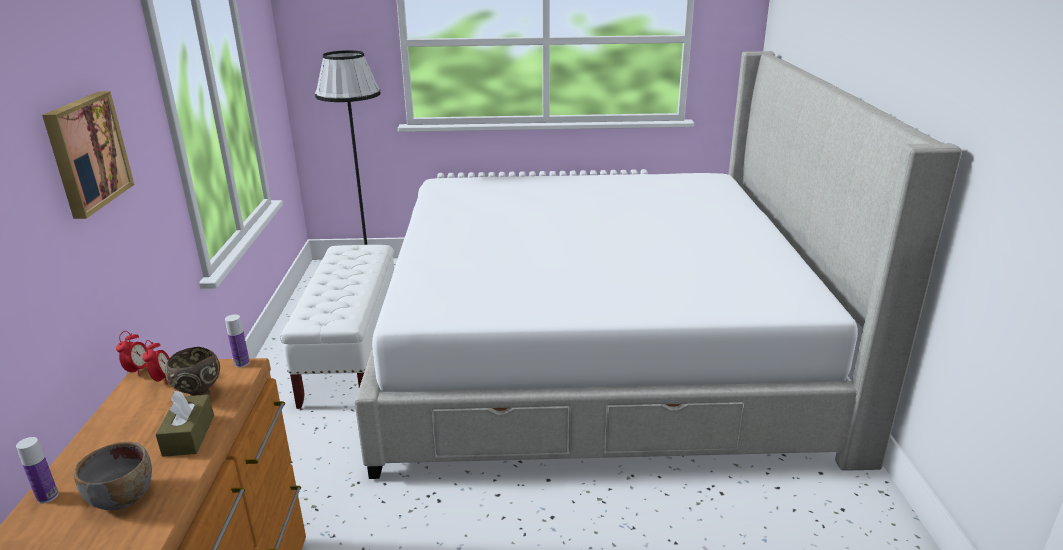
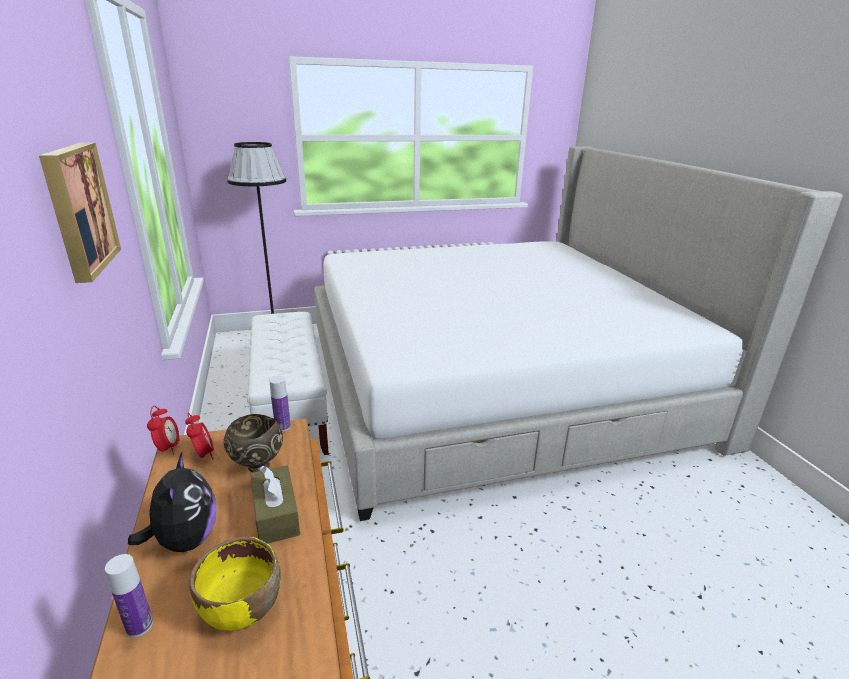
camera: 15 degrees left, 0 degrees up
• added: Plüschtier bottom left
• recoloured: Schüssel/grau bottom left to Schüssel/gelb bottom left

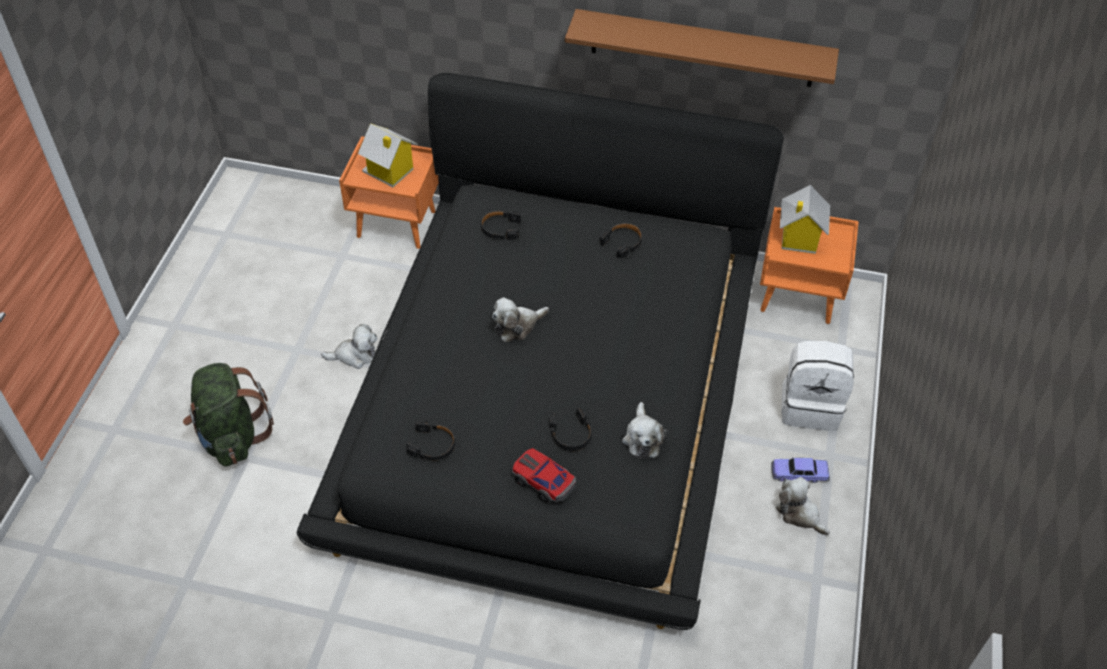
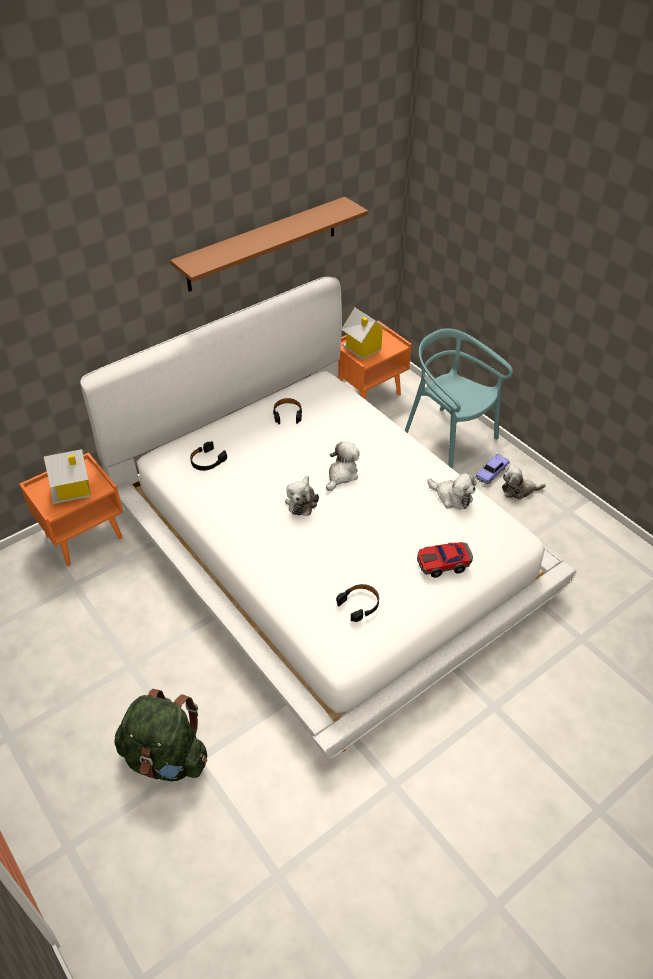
camera: 50 degrees left, 5 degrees down
• removed: Kopfhörer/schwarz (3rd from left) centre
• moved: Plüschtier (1st from left in the first image) middle left to Plüschtier (2nd from left) centre
• replaced: Rucksack/weiß middle right to Stuhl/türkis middle right
• recoloured: Bett/schwarz centre to Bett/weiß centre

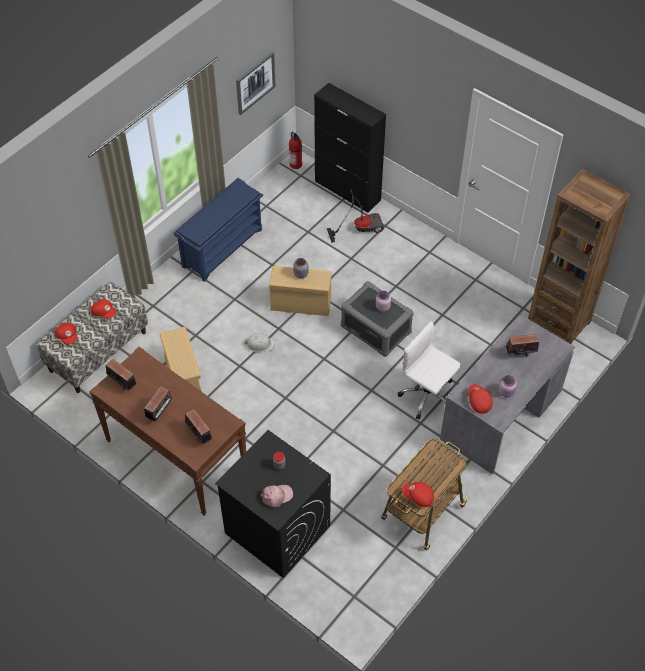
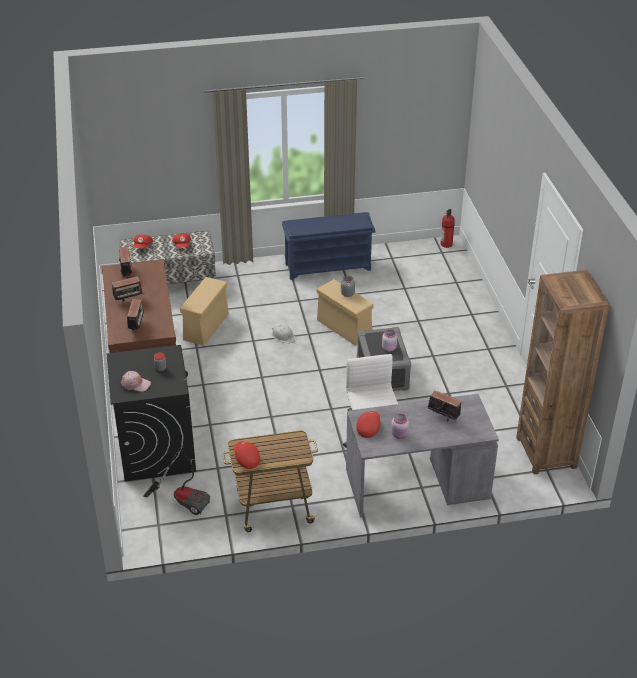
camera: 40 degrees right, 15 degrees down
• removed: Bild top centre
• removed: Schrank/schwarz top centre
• moved: Staubsauger top centre to bottom left

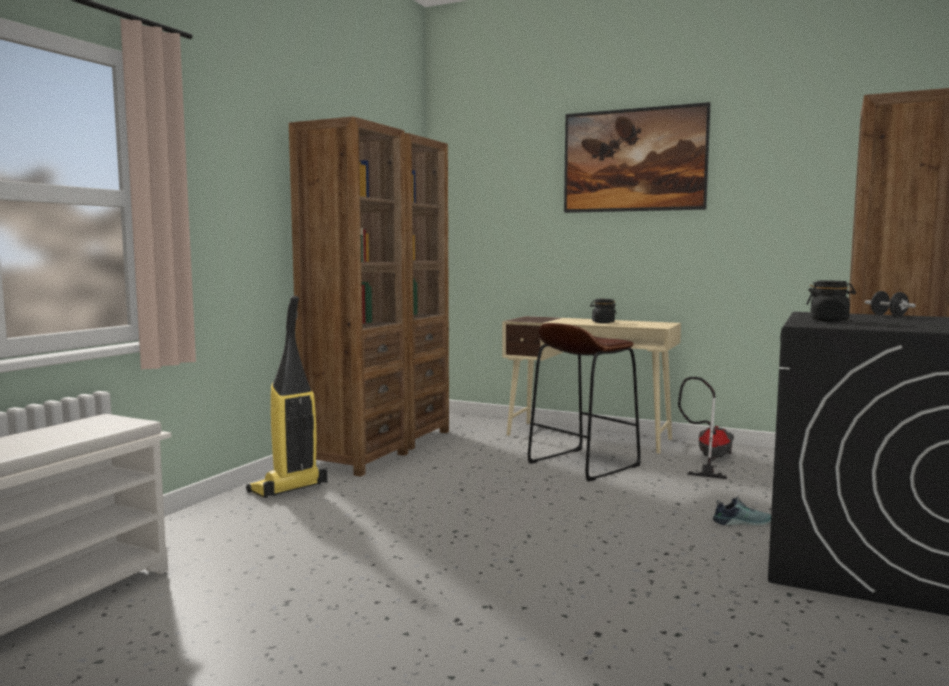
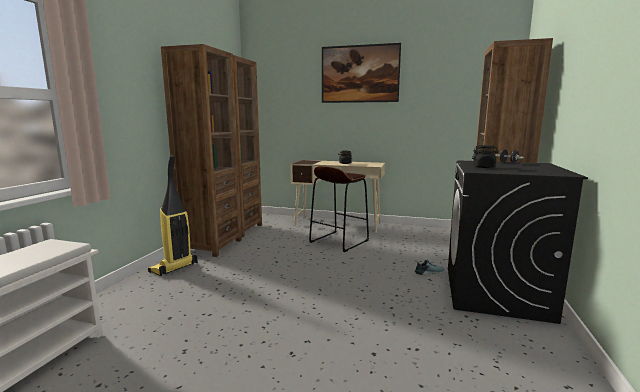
camera: 10 degrees left, 5 degrees up
• removed: Staubsauger (2nd from left) middle right

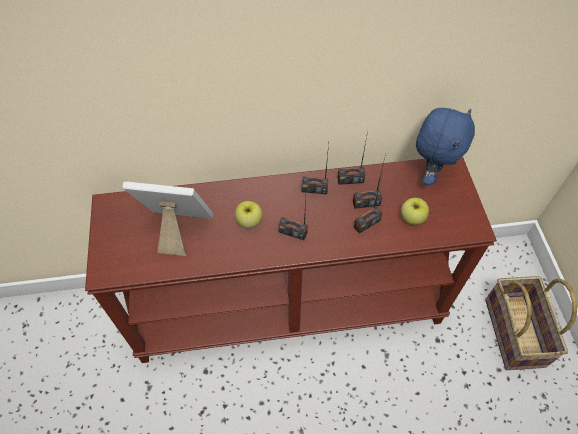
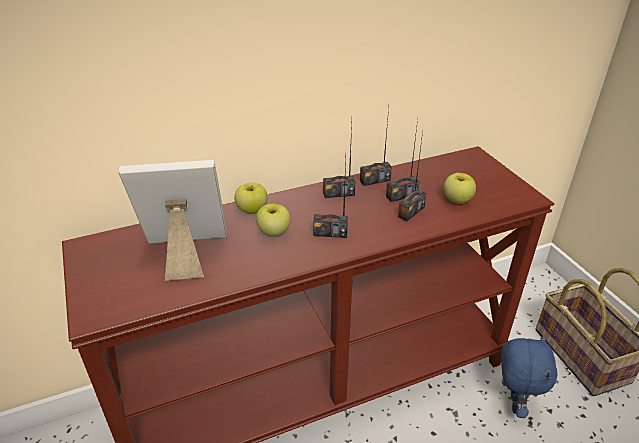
camera: 15 degrees left, 20 degrees down
• added: Apfel (1st from left) centre
• moved: Plüschtier/blau middle right to bottom right

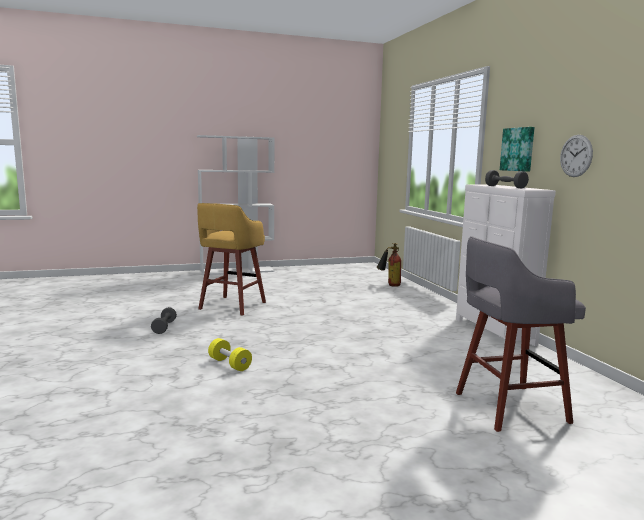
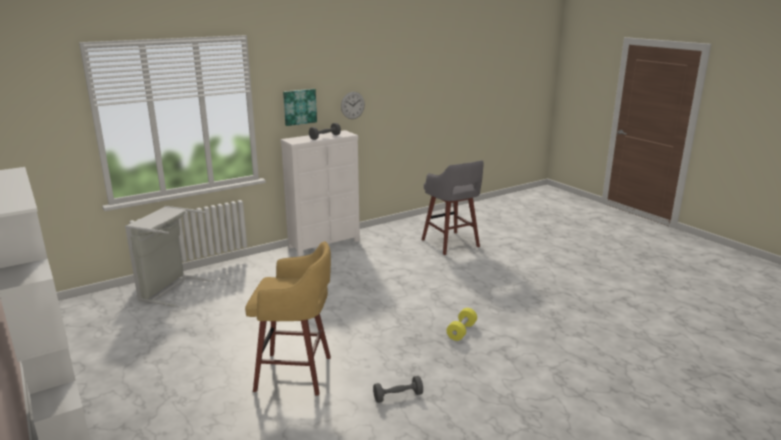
camera: 105 degrees left, 10 degrees up
• replaced: Feuerlöscher centre to Wäschekorb/grau middle left

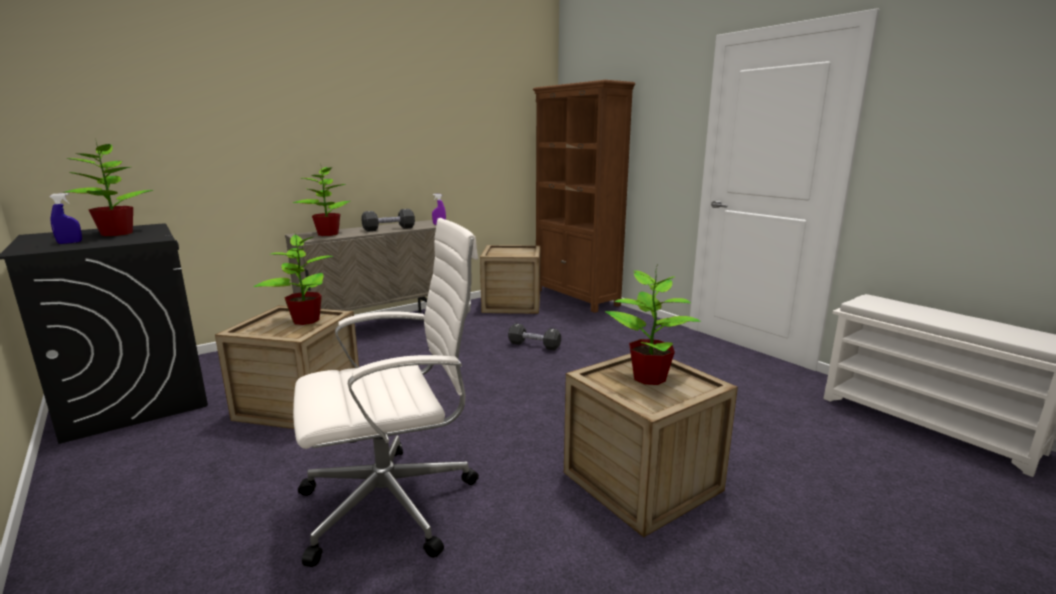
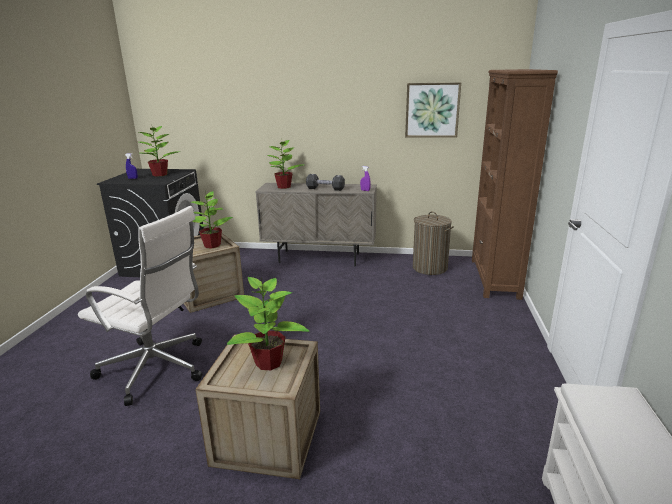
camera: 45 degrees right, 5 degrees up
• removed: Hantel/schwarz (2nd from left) centre
• added: Bild top centre
• replaced: Kiste (2nd from left) centre to Wäschekorb centre

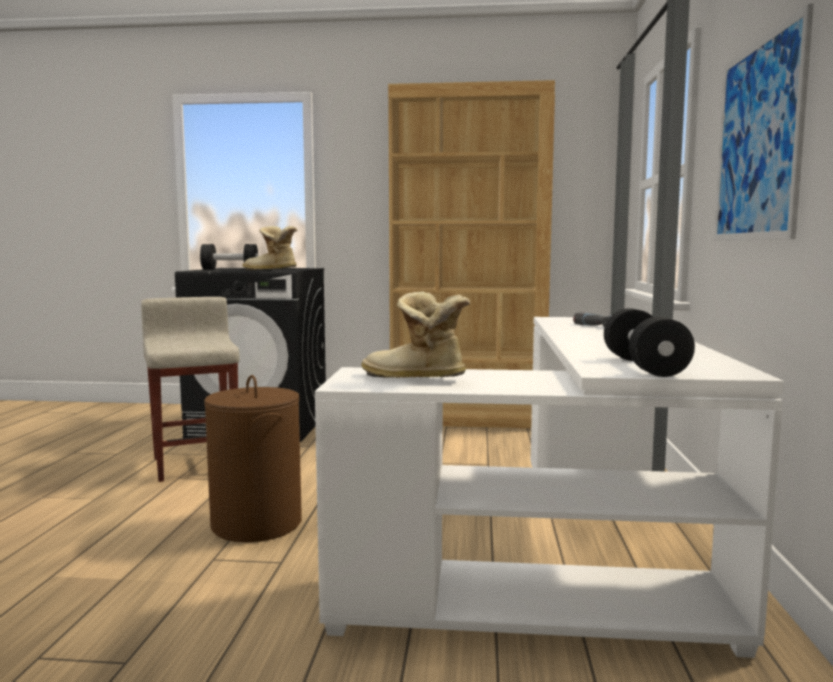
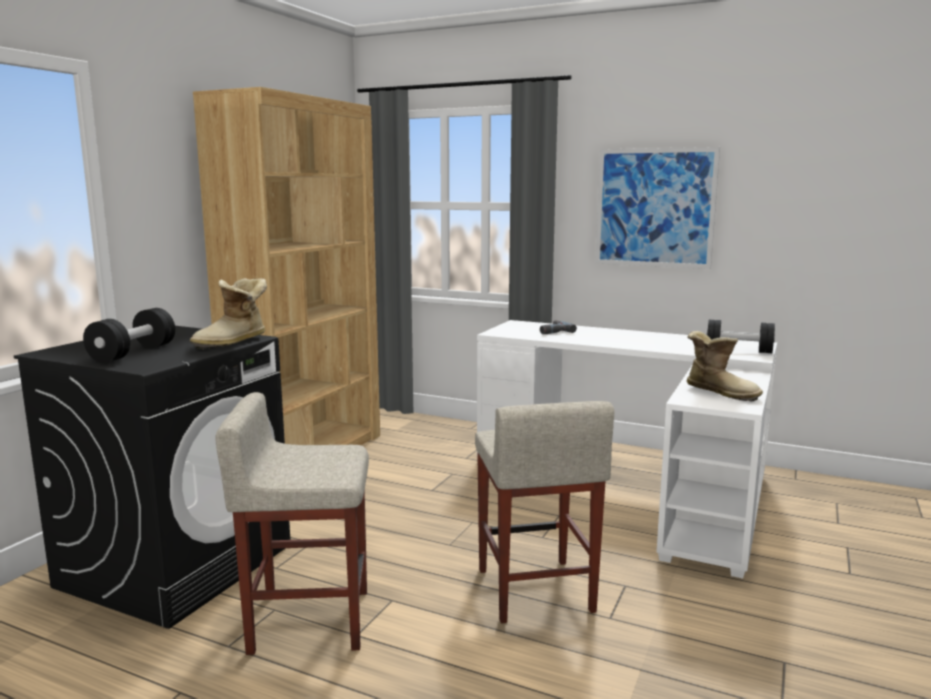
camera: 70 degrees left, 5 degrees up
• replaced: Wäschekorb/braun bottom left to Hocker/beige (2nd from left) bottom centre
• turned: Stiefel (2nd from left) centre = middle right 90 degrees counterclockwise

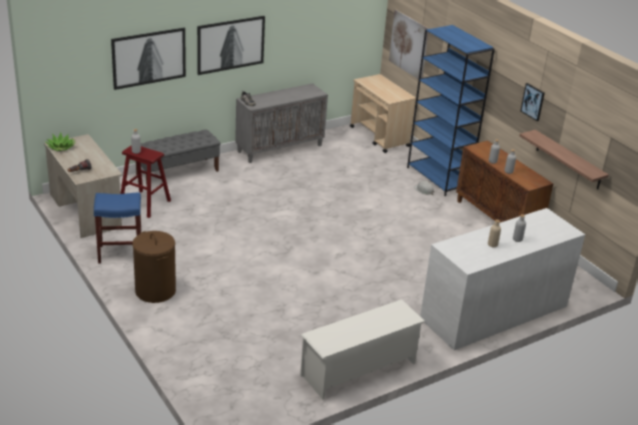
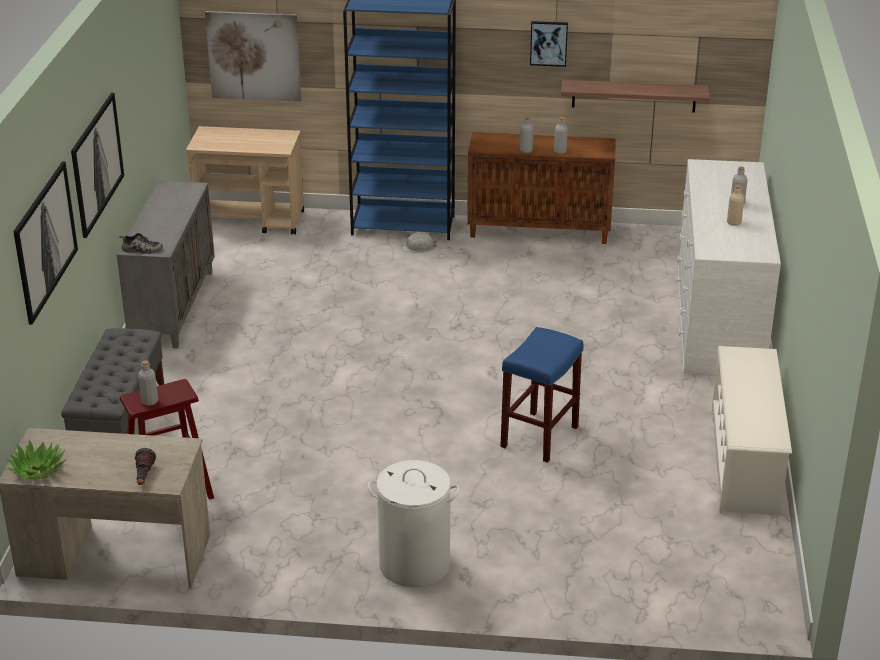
camera: 50 degrees left, 0 degrees up
• moved: Hocker/blau middle left to centre
• recoloured: Wäschekorb/braun middle left to Wäschekorb/weiß bottom centre

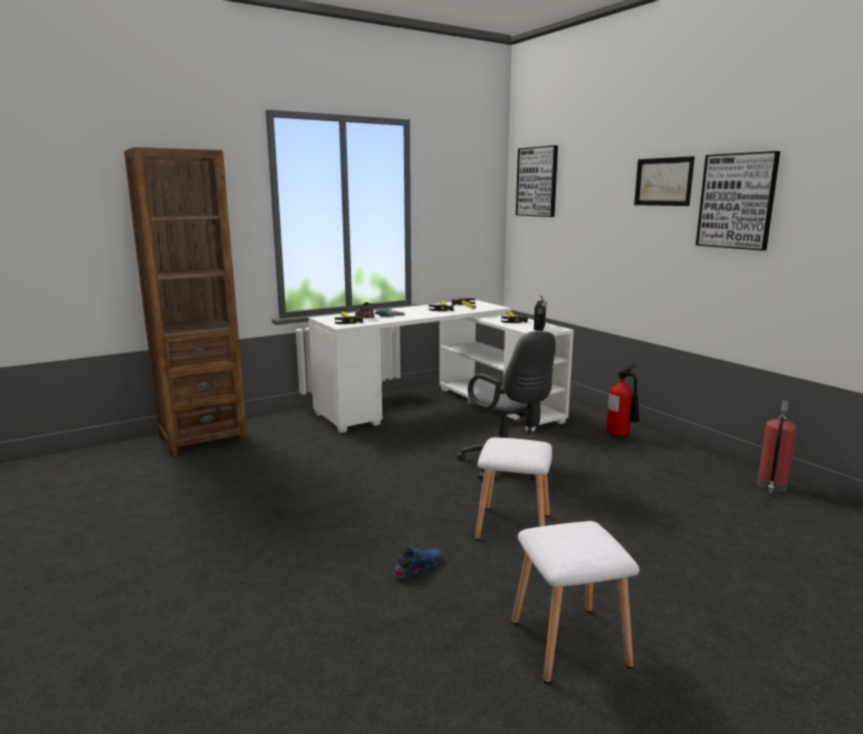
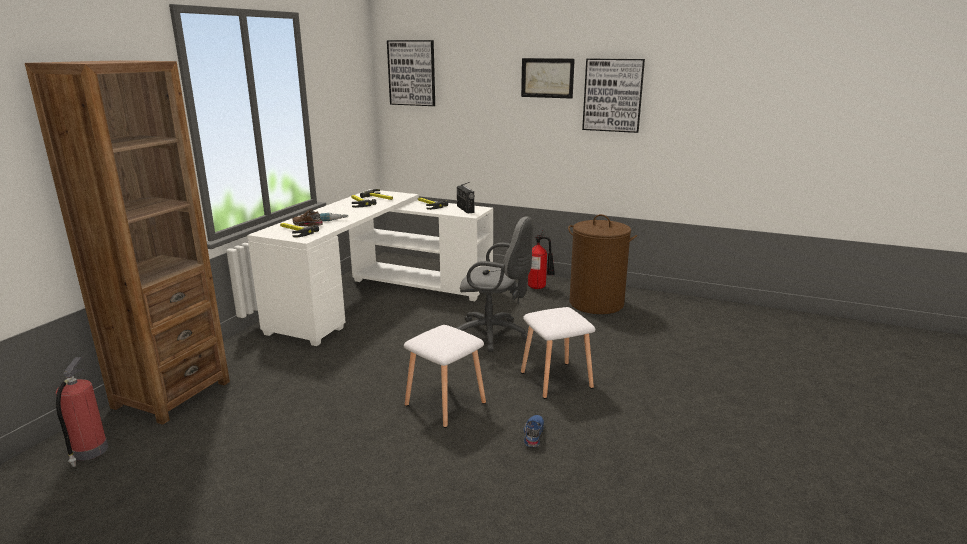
camera: 35 degrees left, 5 degrees up
• added: Wäschekorb/braun centre
• moved: Hocker/weiß (2nd from left in the first image) bottom right to Hocker/weiß (1st from left) bottom centre
• moved: Feuerlöscher (2nd from left in the first image) middle right to Feuerlöscher (1st from left) bottom left

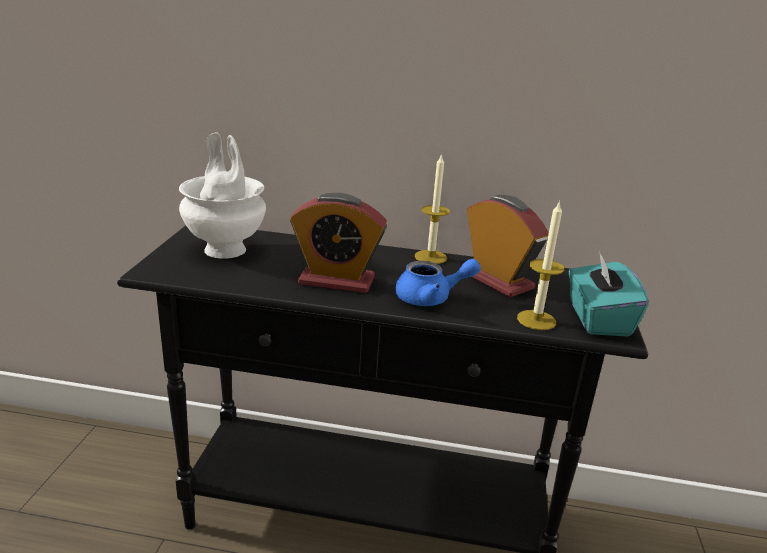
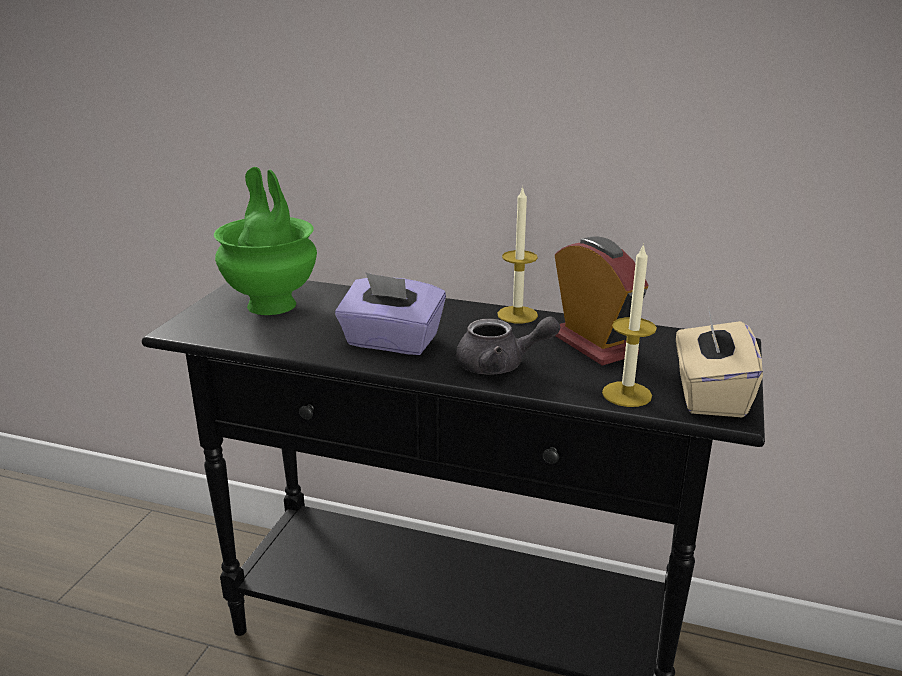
camera: 10 degrees right, 0 degrees up
• replaced: Wecker (1st from left) centre to Taschentuchbox/lila centre
• recoloured: Vase/weiß middle left to Vase/grün middle left
• recoloured: Teekanne/blau centre to Teekanne/grau centre
• recoloured: Taschentuchbox/türkis middle right to Taschentuchbox/beige middle right

